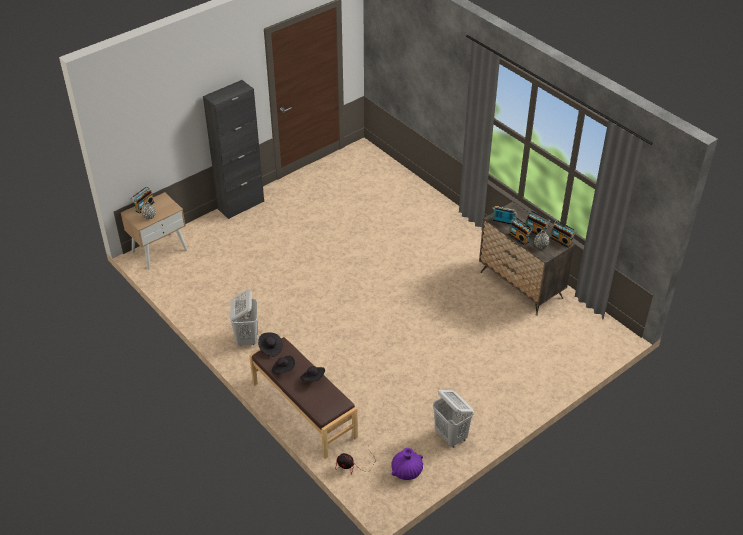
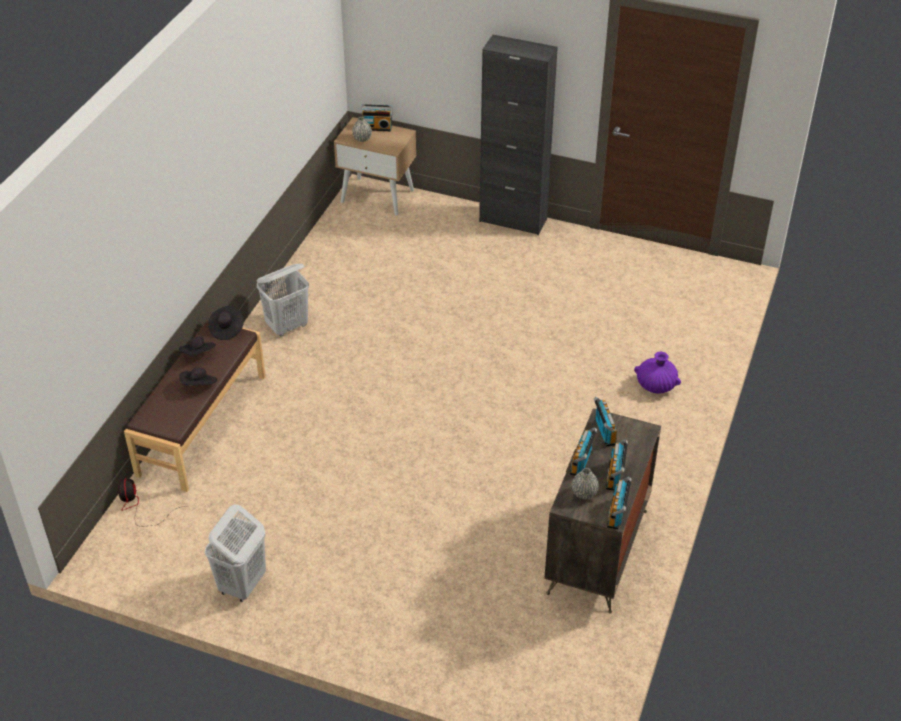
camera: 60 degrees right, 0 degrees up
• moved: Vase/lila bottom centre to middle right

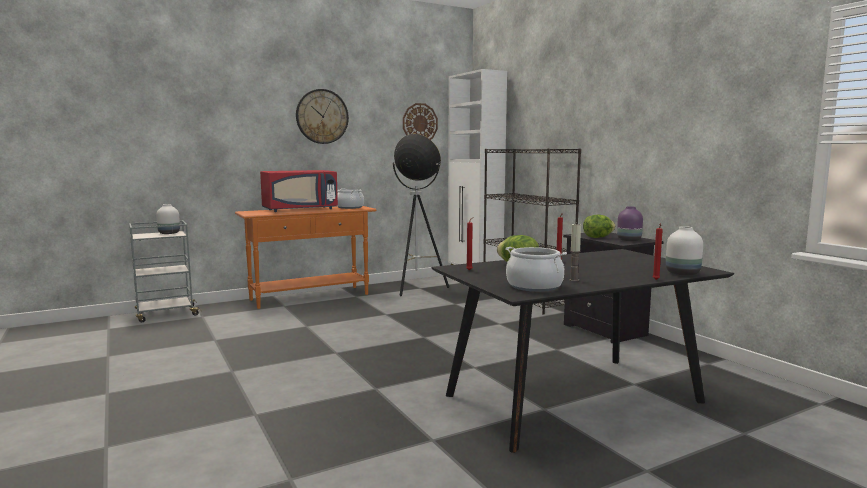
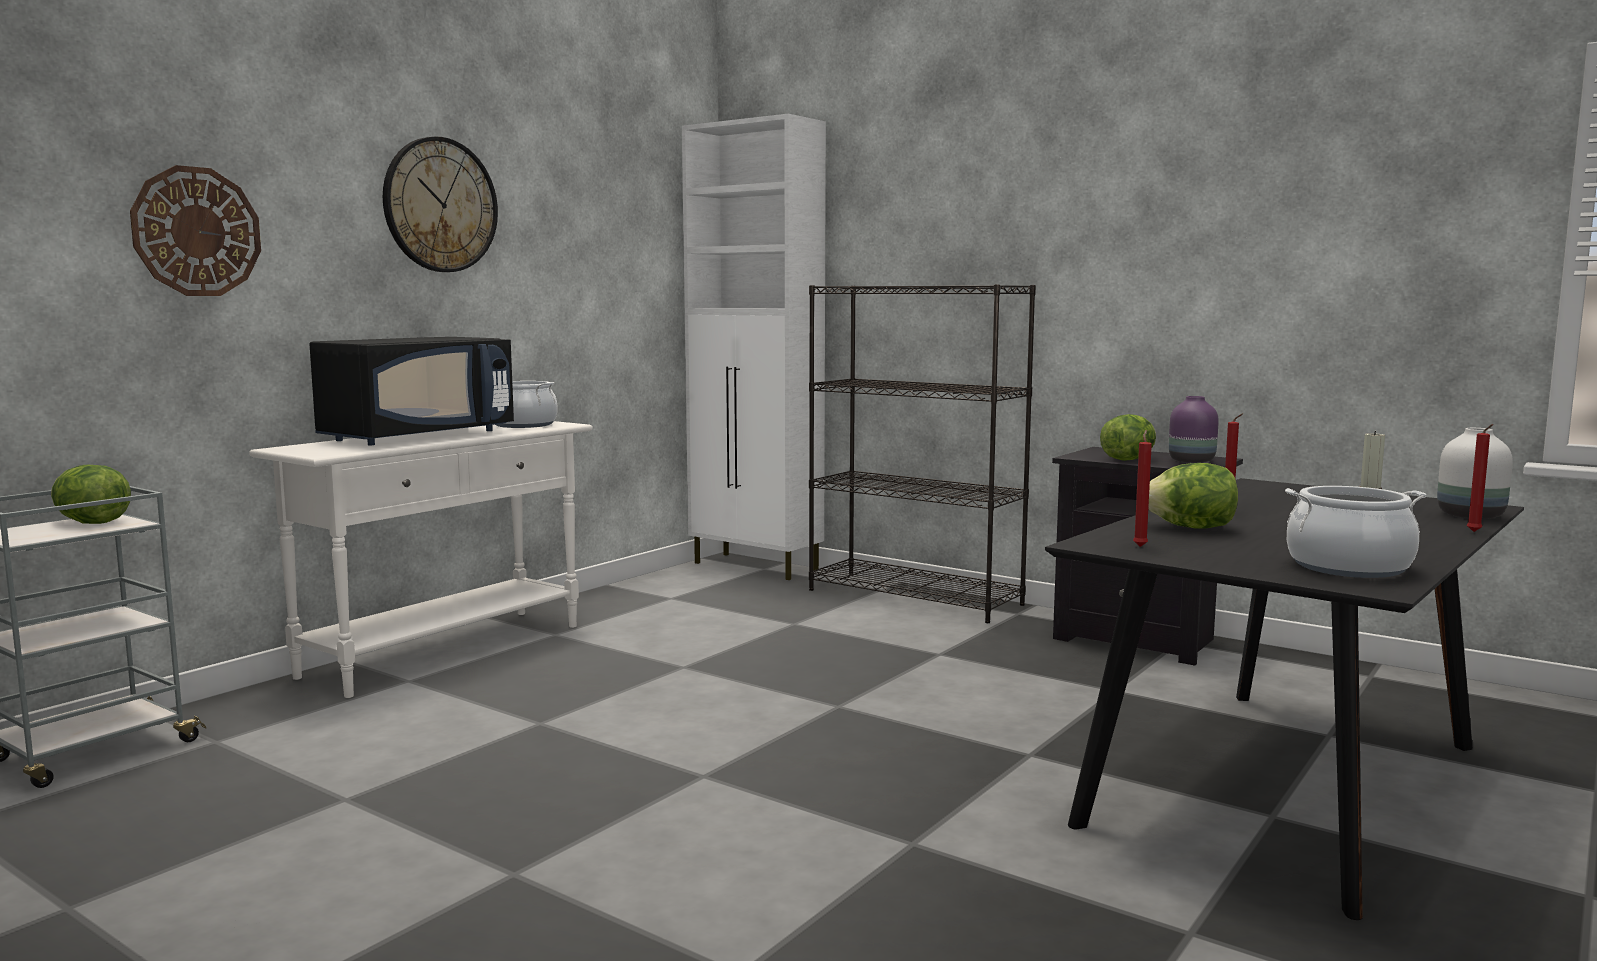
camera: 25 degrees left, 0 degrees up
• removed: Stehlampe centre
• moved: Wanduhr (2nd from left in the first image) top centre to Wanduhr (1st from left) top left
• replaced: Vase/weiß (1st from left) middle left to Salatkopf (1st from left) middle left
• recoloured: Konsolentisch/orange centre to Konsolentisch/weiß middle left
• recoloured: Mikrowelle/rot centre to Mikrowelle/schwarz middle left

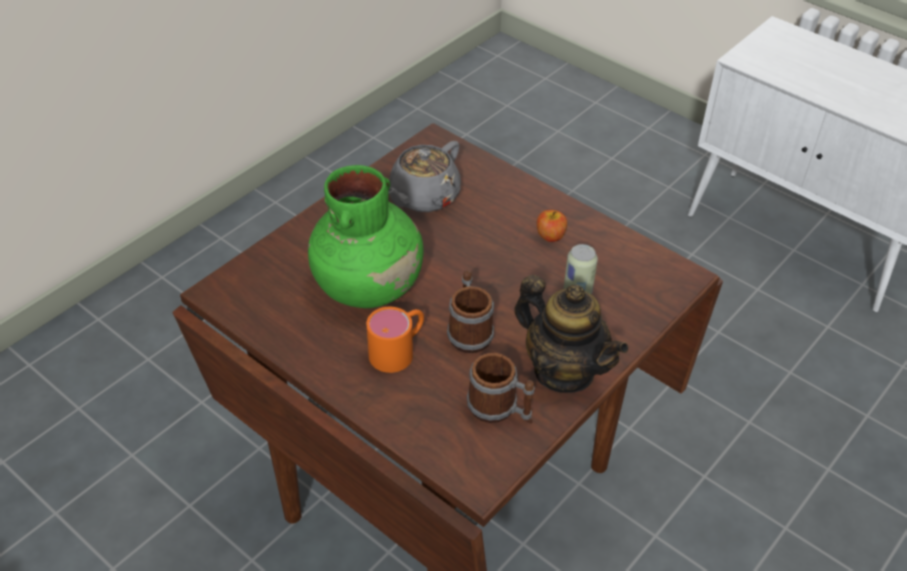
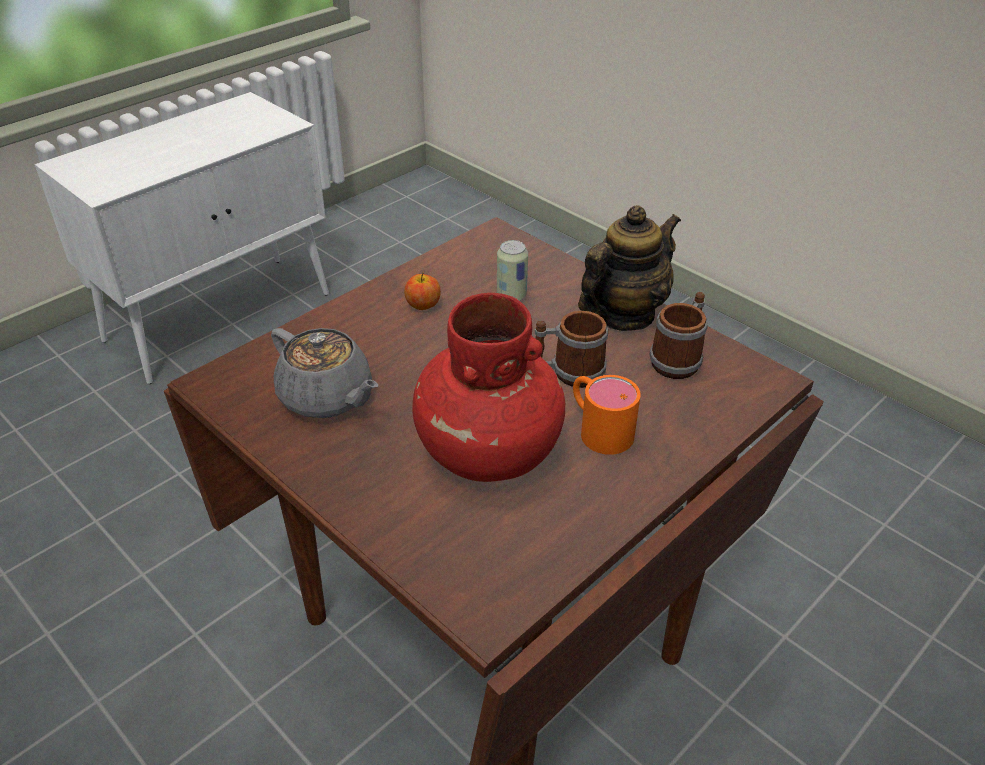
camera: 85 degrees left, 5 degrees down
• recoloured: Vase/grün centre to Vase/rot centre

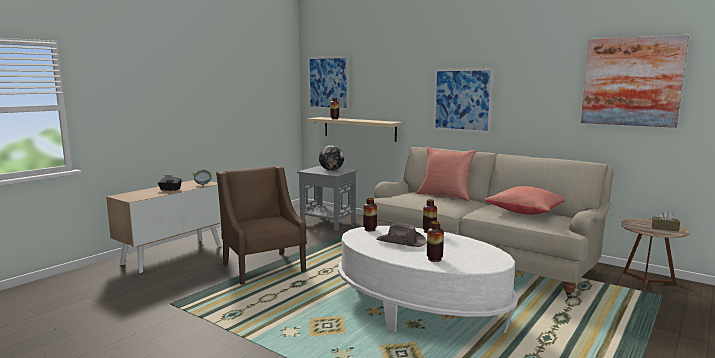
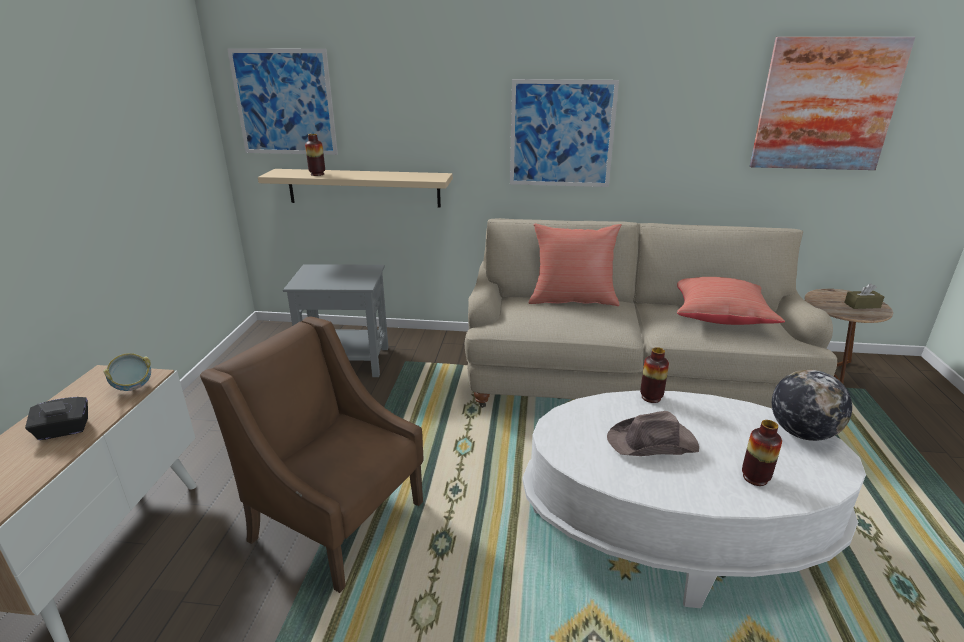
camera: 30 degrees left, 15 degrees up
• removed: Vase (2nd from left) centre
• moved: Globus centre to middle right

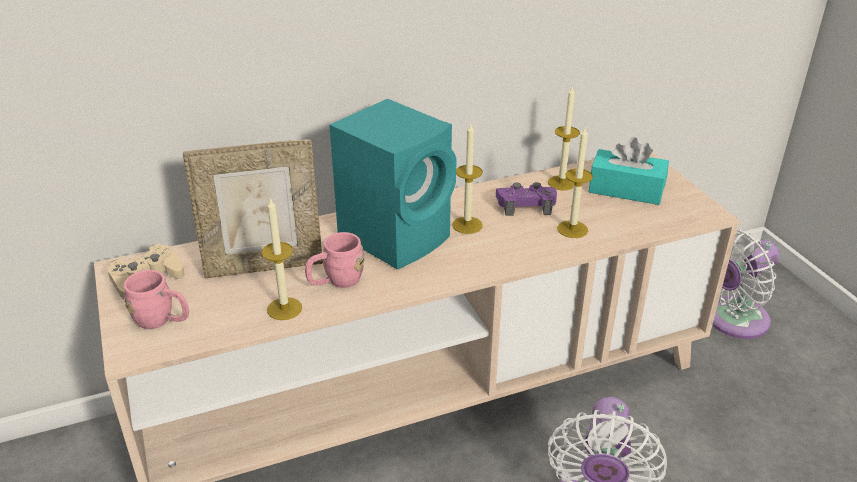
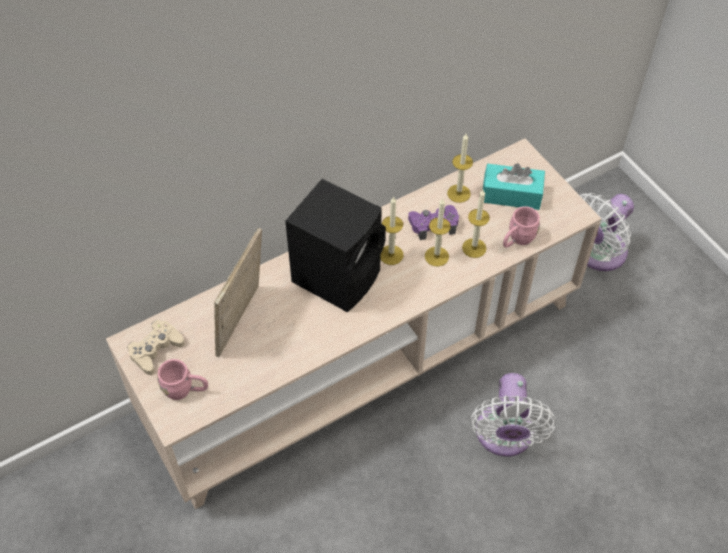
camera: 10 degrees left, 20 degrees up
• moved: Kerze (1st from left in the first image) middle left to Kerze (2nd from left) centre
• moved: Henkelbecher/rosa (2nd from left) centre to middle right
• recoloured: Lautsprecher/türkis centre to Lautsprecher/schwarz centre
• turned: Bilderrahmen middle left = middle left 135 degrees clockwise

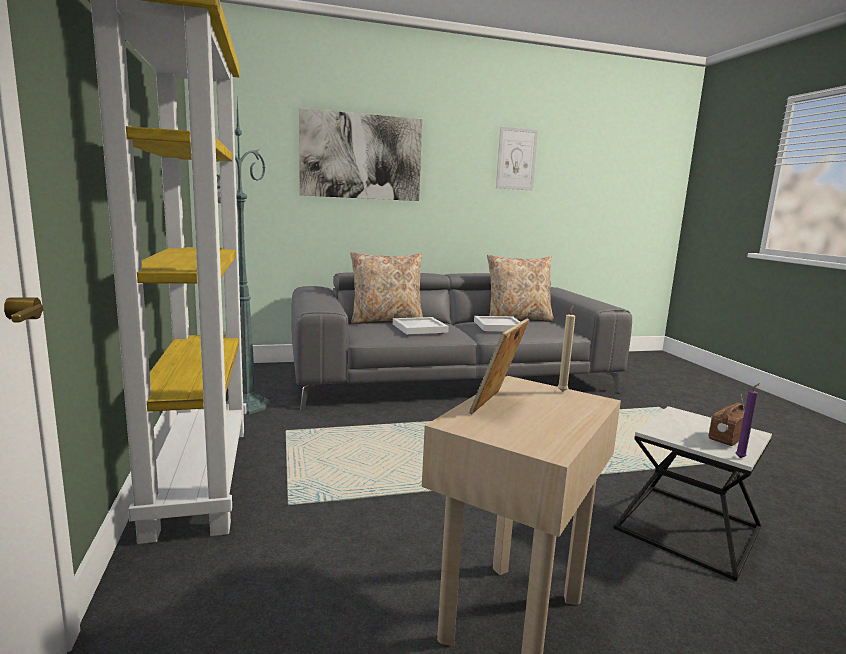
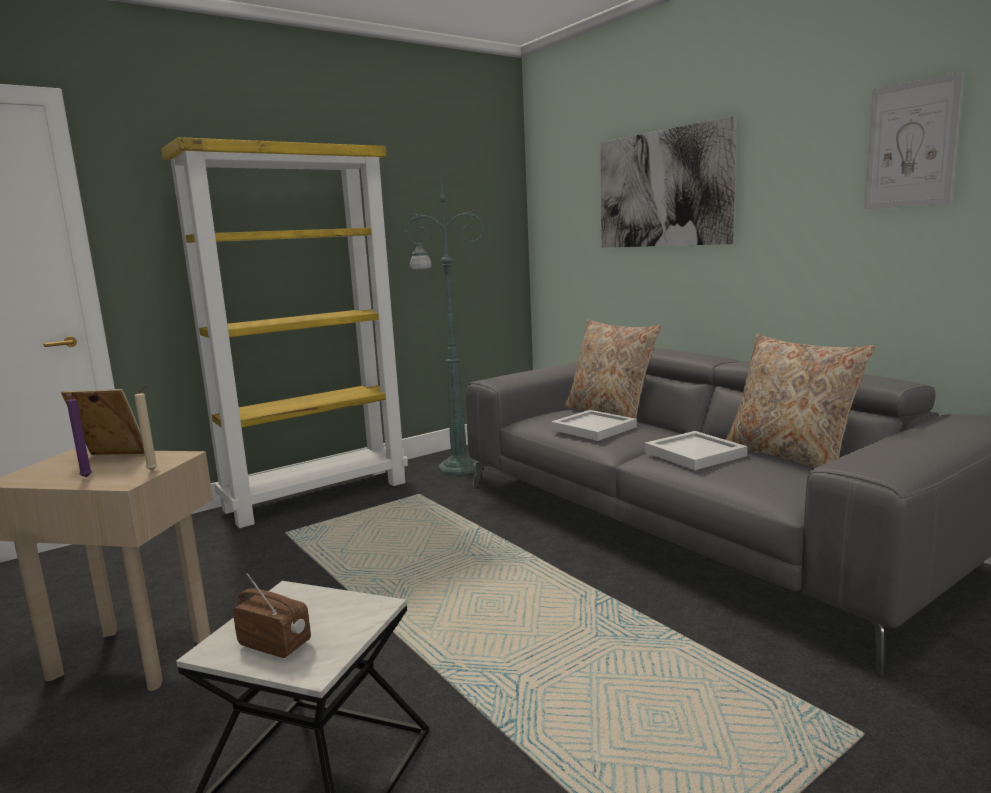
camera: 70 degrees right, 0 degrees up
• moved: Kerze/lila middle right to middle left

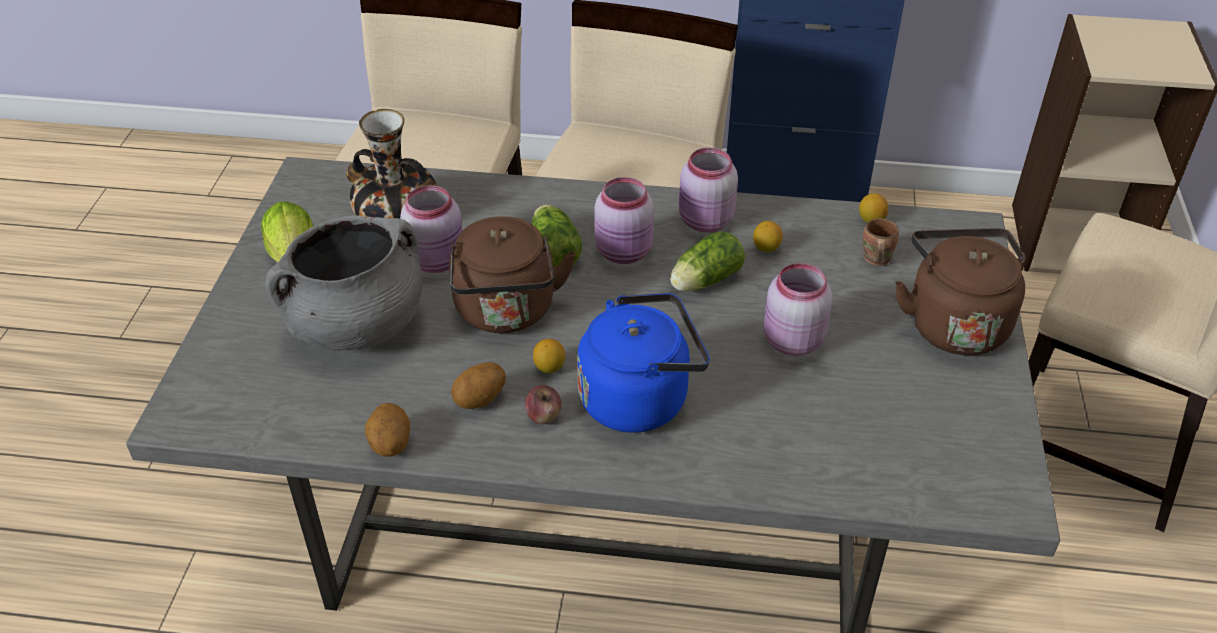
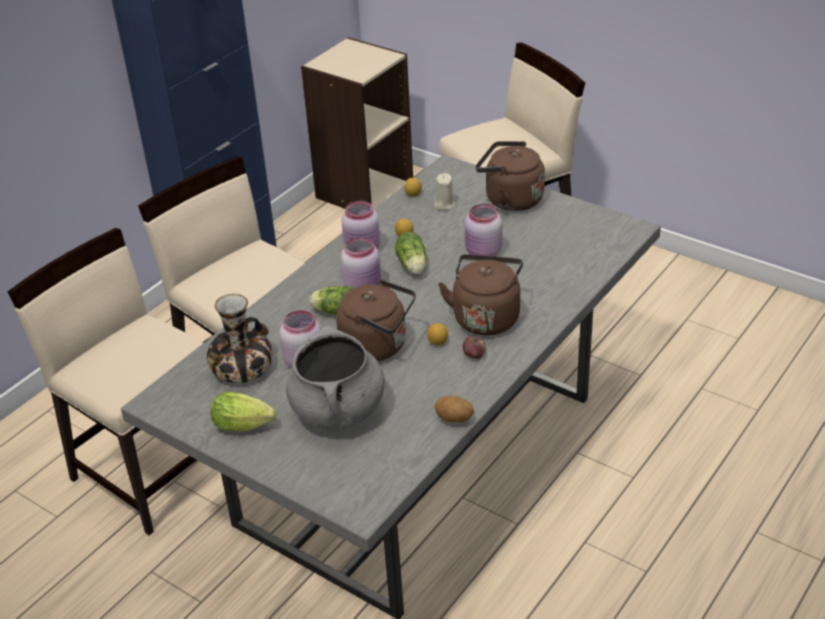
camera: 60 degrees left, 5 degrees down
• removed: Kartoffel (2nd from left) centre
• replaced: Henkelbecher/braun middle right to Kerze/beige top centre
• recoloured: Wasserkessel/blau centre to Wasserkessel/braun (2nd from left) centre

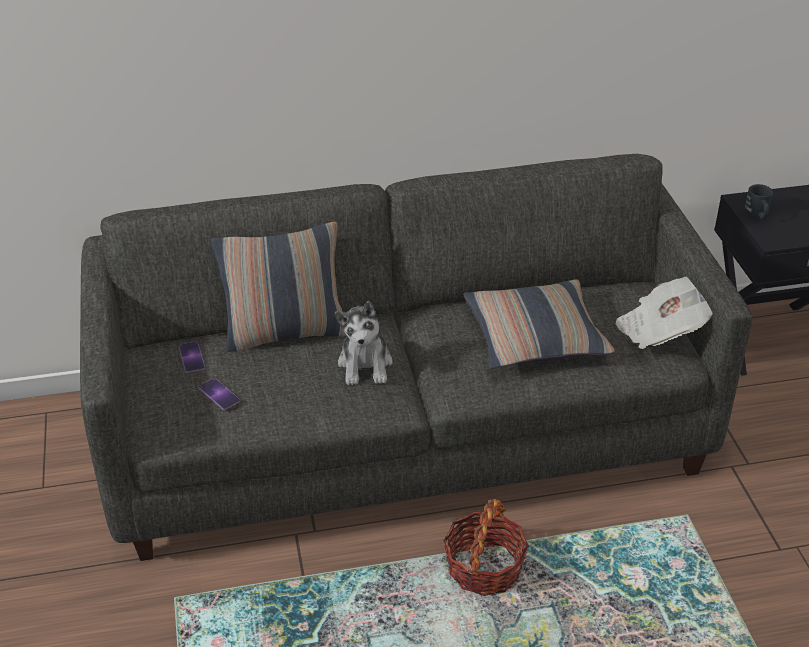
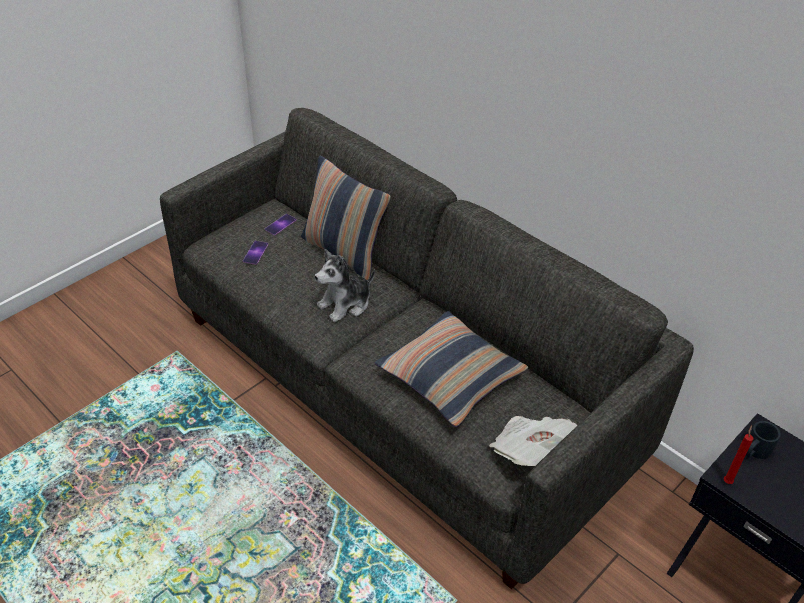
camera: 55 degrees right, 5 degrees up
• removed: Korb bottom centre
• added: Kerze/rot bottom right

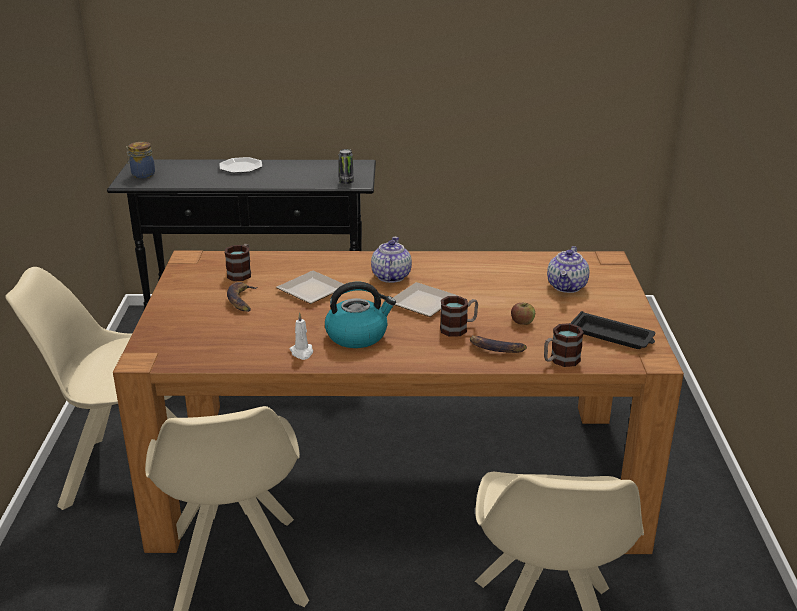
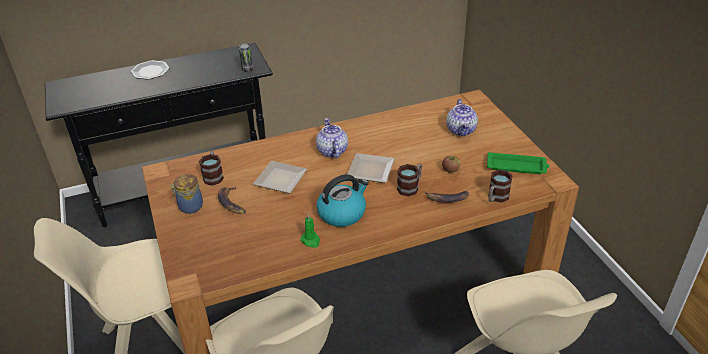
camera: 20 degrees left, 10 degrees up
• moved: Vorratsglas top left to middle left
• recoloured: Kerze/weiß centre to Kerze/grün centre
• recoloured: Tablett/schwarz middle right to Tablett/grün middle right

